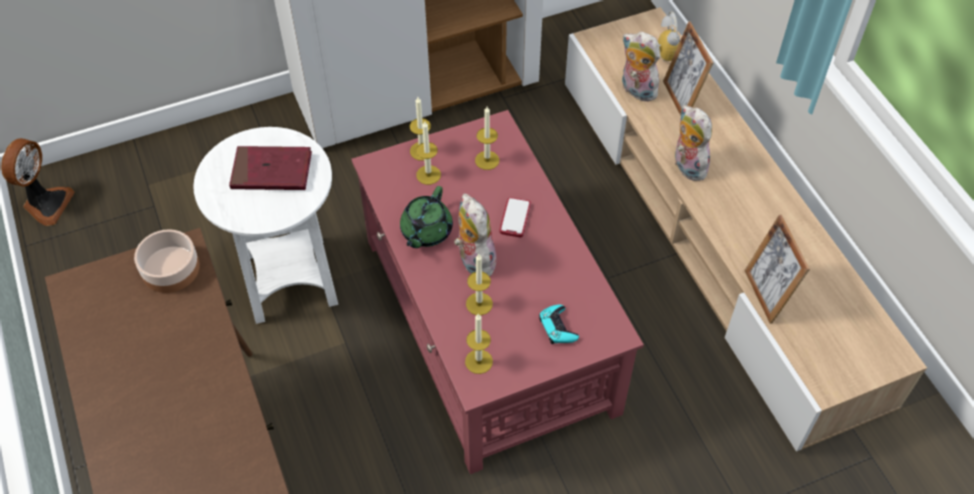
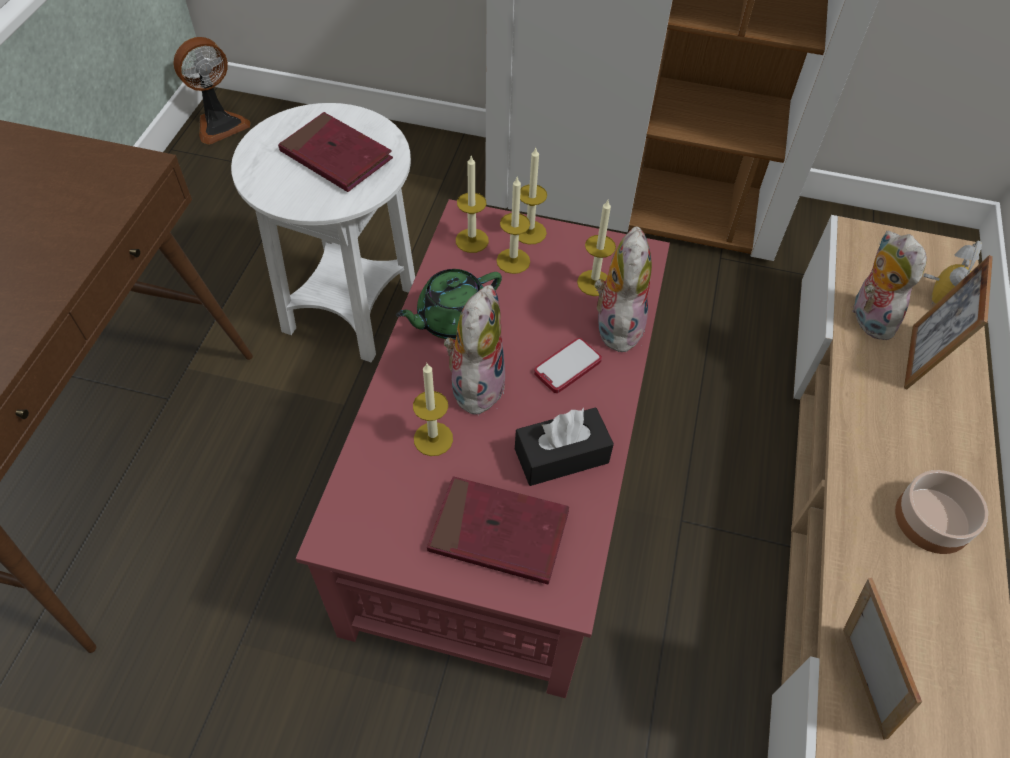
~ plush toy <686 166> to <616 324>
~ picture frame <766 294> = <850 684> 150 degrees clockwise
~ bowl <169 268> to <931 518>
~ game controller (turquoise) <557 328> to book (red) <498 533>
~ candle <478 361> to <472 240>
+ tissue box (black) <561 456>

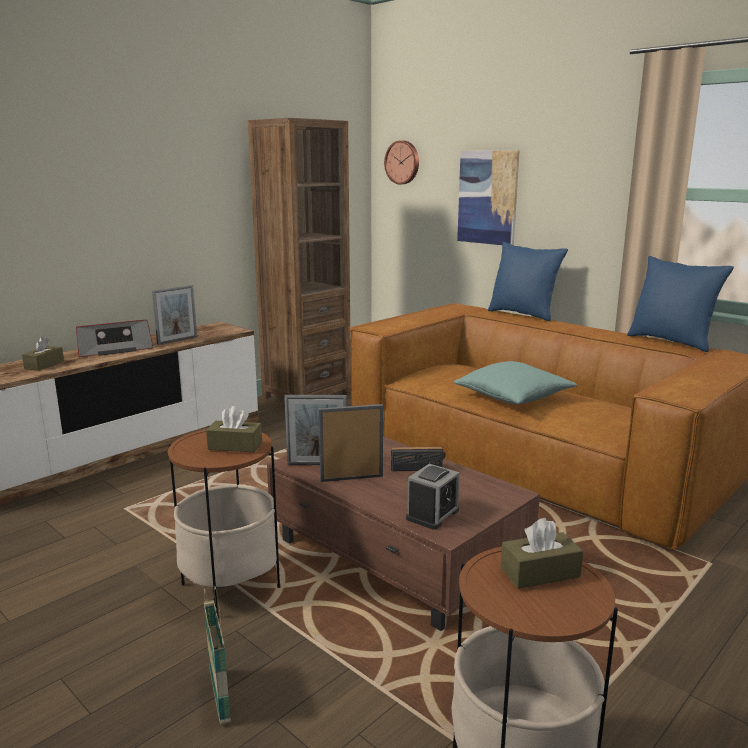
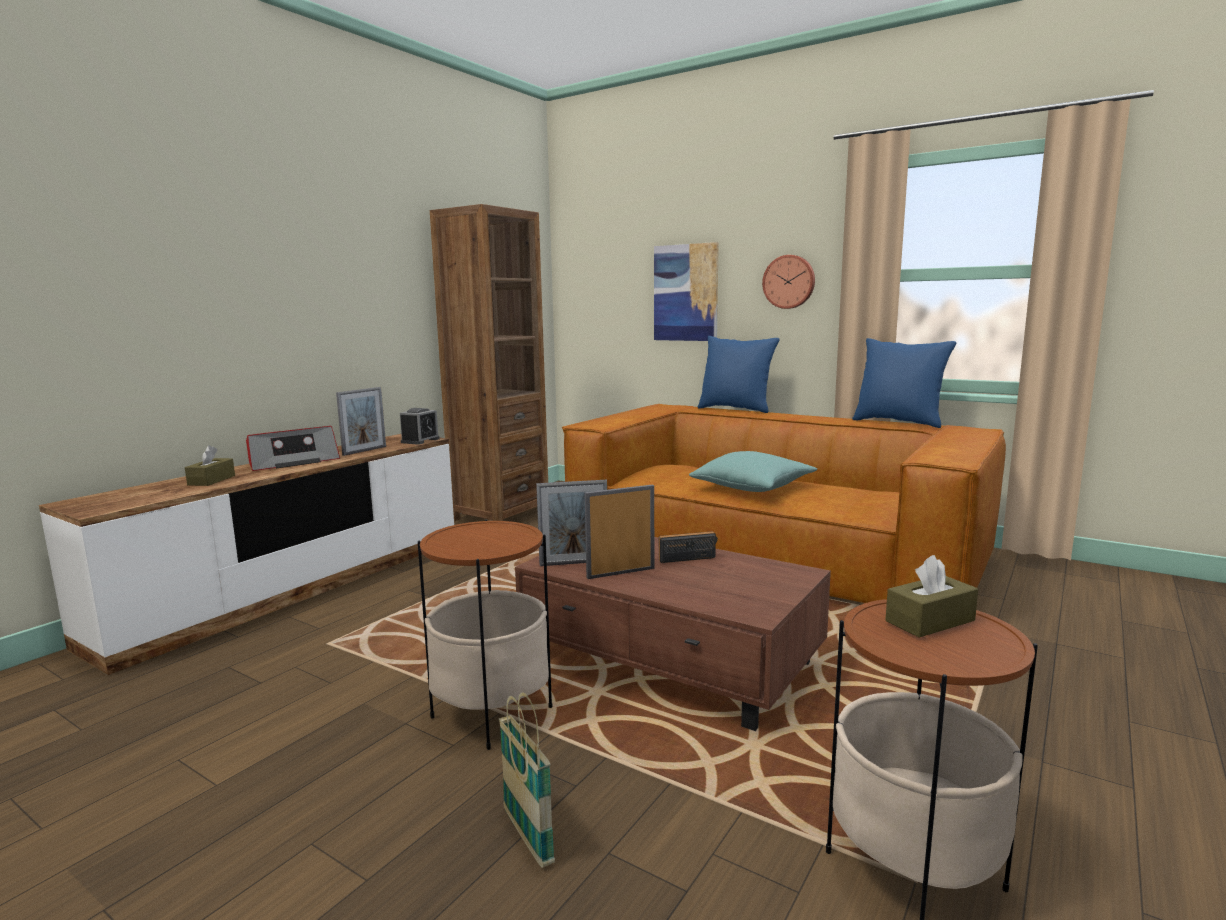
~ wall clock <403 162> to <789 282>
- tissue box (brown) <235 446>
~ alarm clock <432 514> to <420 440>

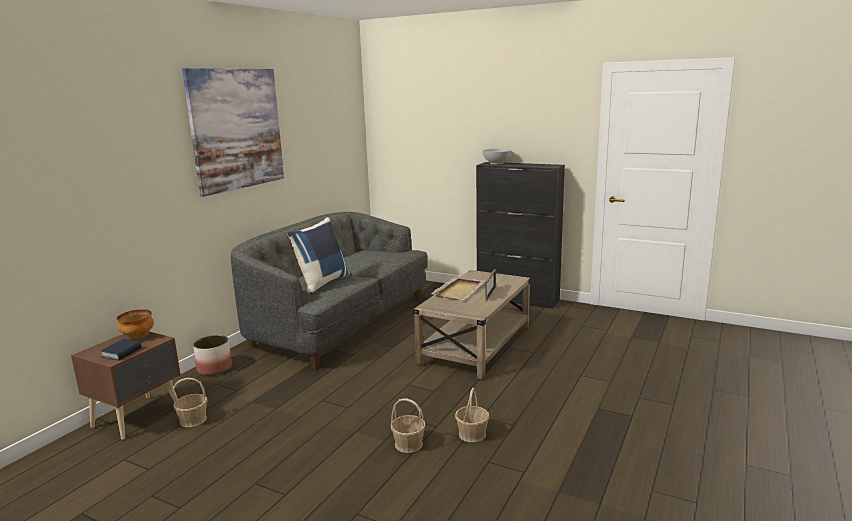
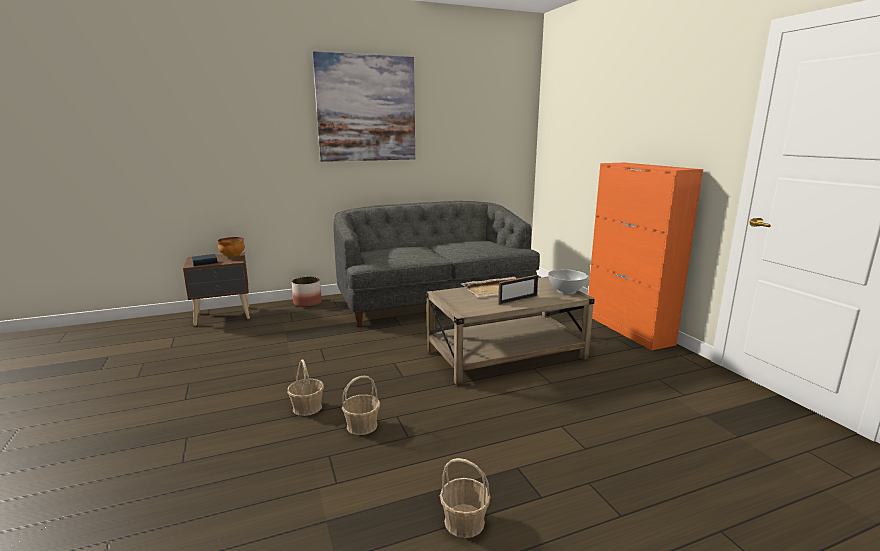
~ bowl (white) <496 163> to <566 291>
~ cabinet (black) <518 299> to cabinet (orange) <628 329>
- pillow (blue) <322 283>
~ basket <193 420> to <464 522>

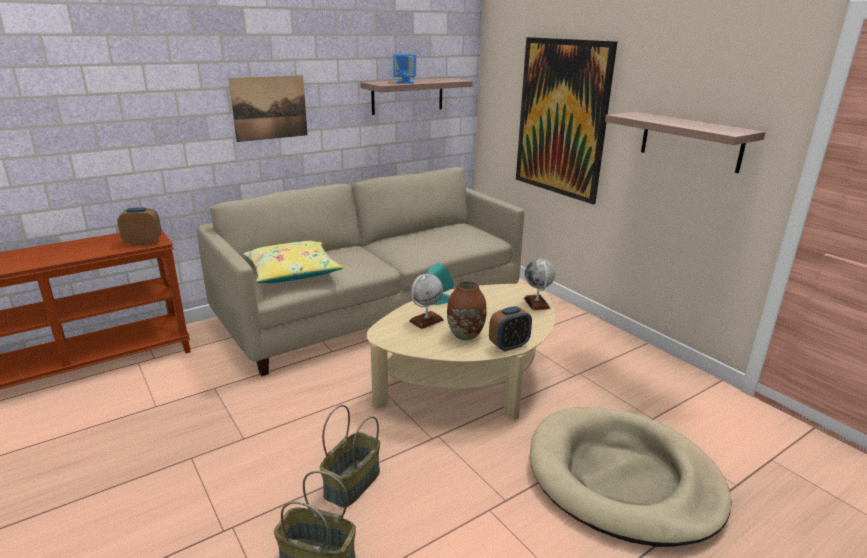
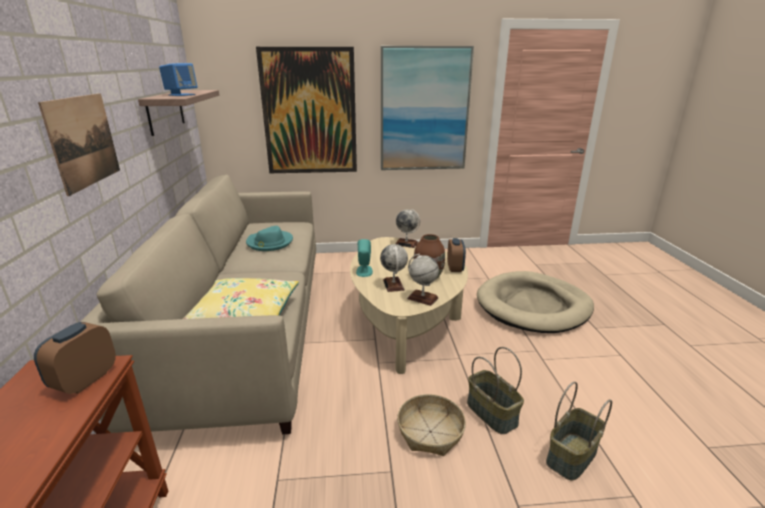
~ shelf <690 141> to picture <424 110>
+ hat (turquoise) <269 243>
+ globe <422 298>
+ basket <430 431>

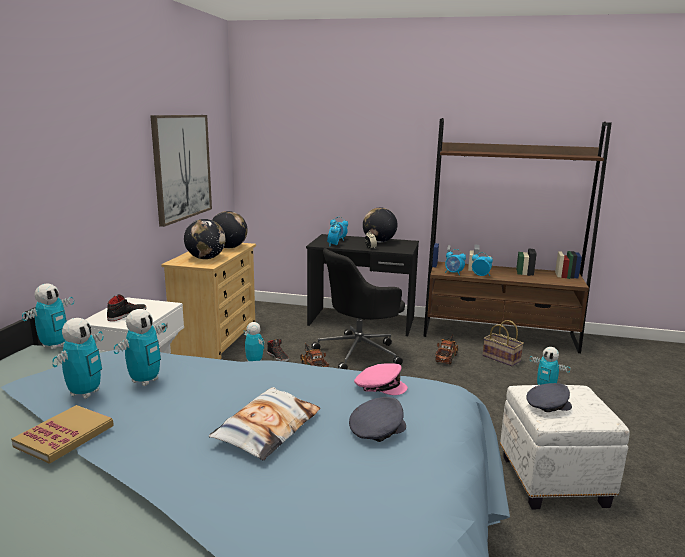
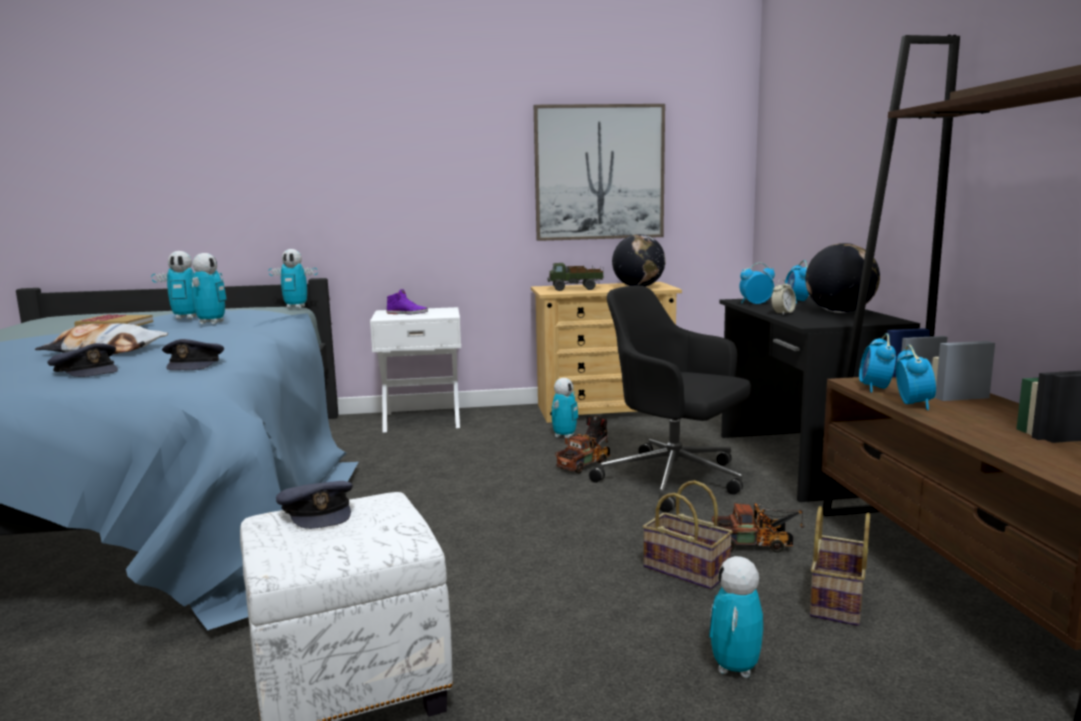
~ globe <206 258> to toy truck <575 289>
~ shoe (black) <127 315> to shoe (purple) <407 313>
~ toy robot <145 381> = <211 322> 90 degrees counterclockwise
~ cap (pink) <379 386> to cap (grey) <195 364>
+ basket <688 570>

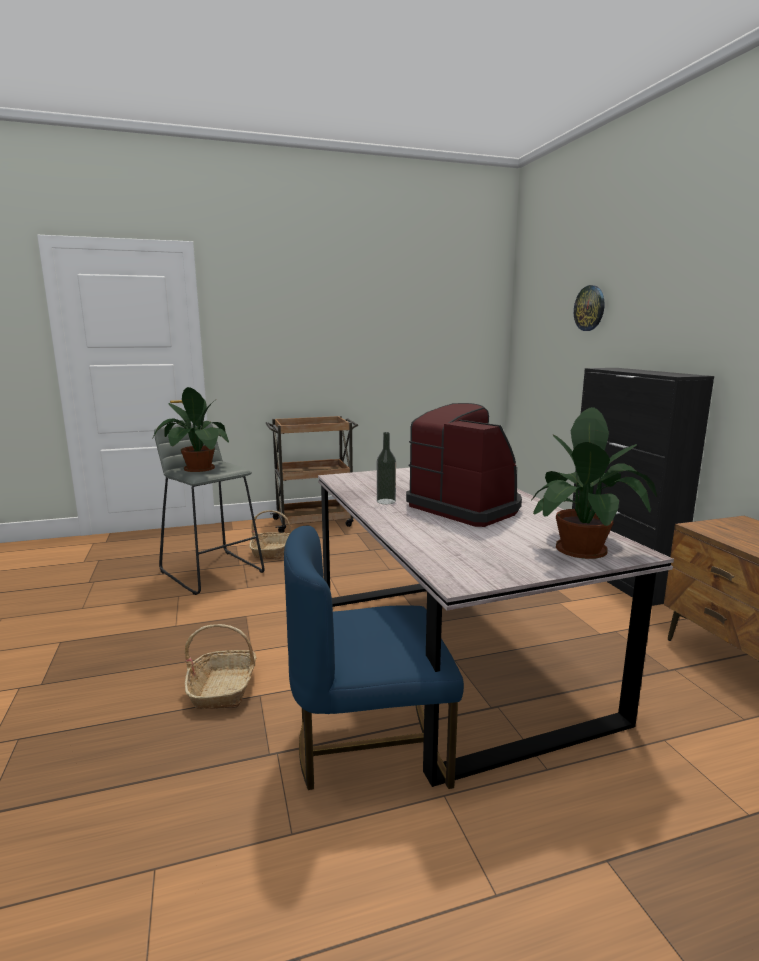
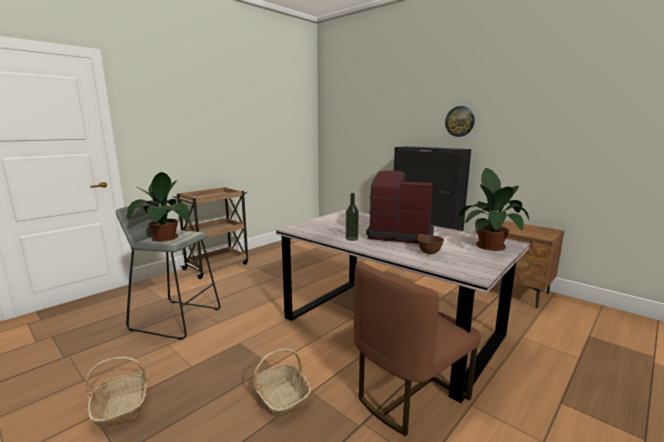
~ wall clock <589 308> to <460 121>
~ basket <273 551> to <122 406>
~ chair (blue) <370 746> to chair (brown) <408 395>
+ bowl (brown) <428 252>

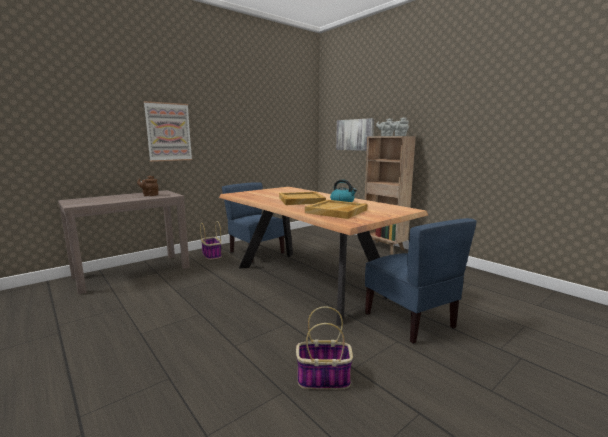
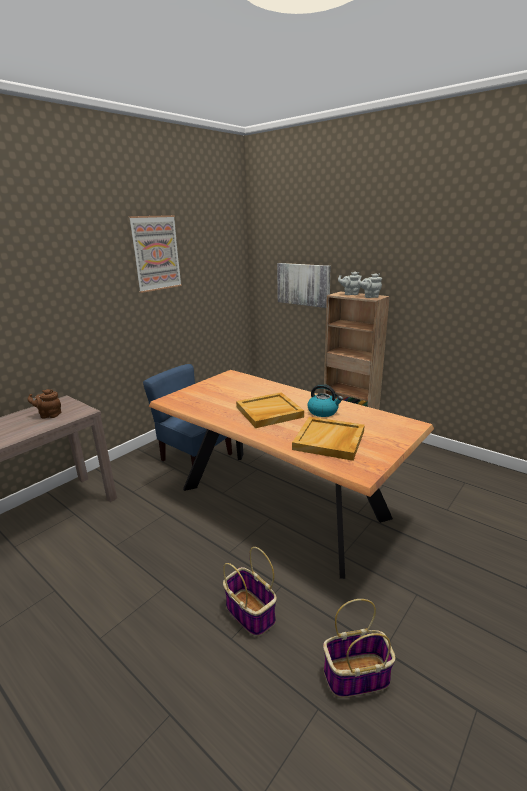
~ picture <168 132> to <156 253>
- chair (blue) <410 320>
~ basket <211 255> to <249 612>

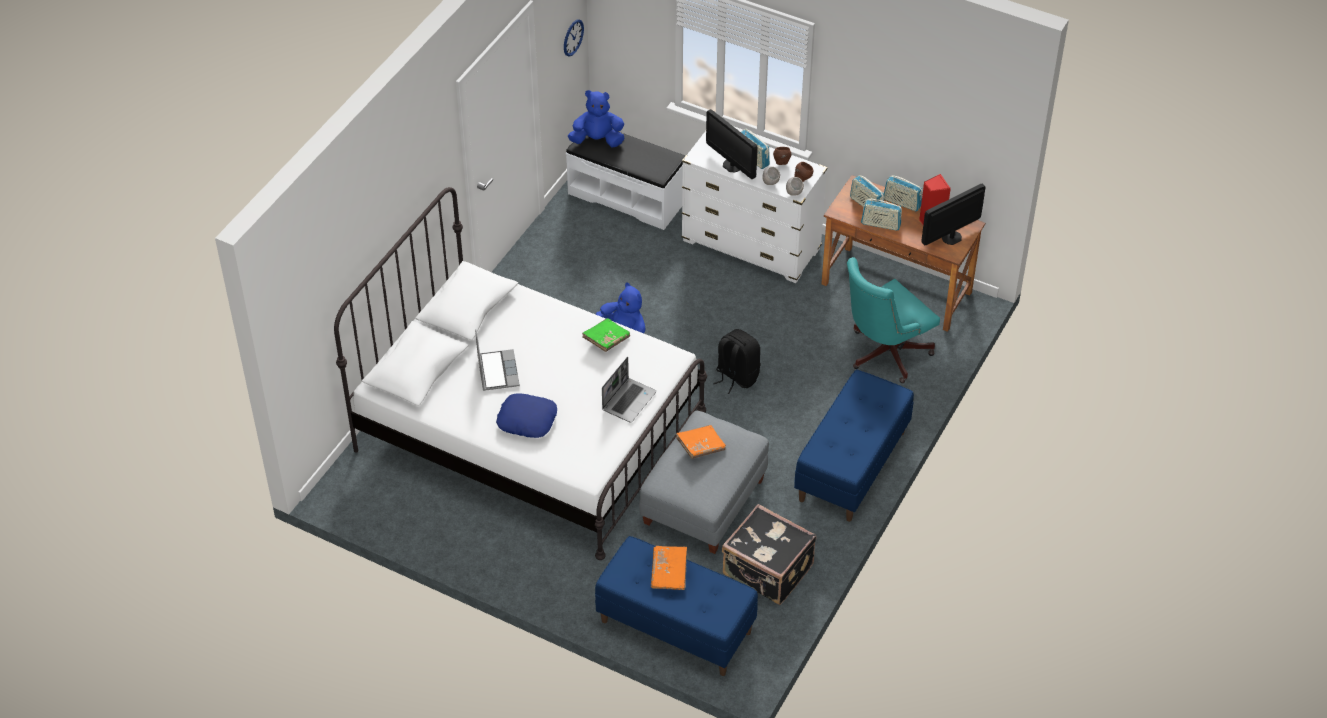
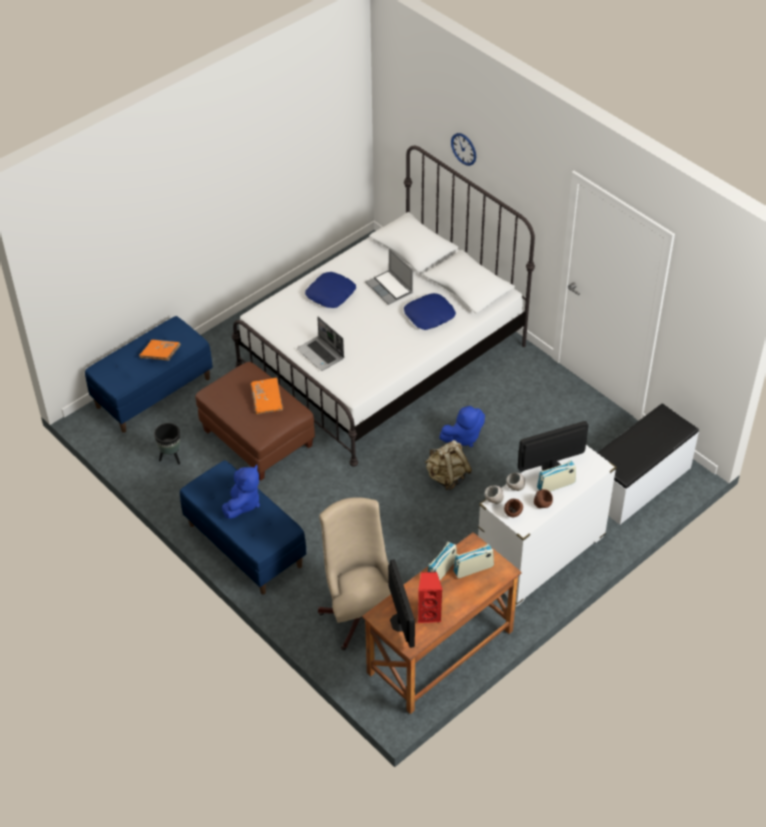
~ wall clock <573 37> to <464 149>
~ plush toy (blue) <597 140> to <243 503>
- radio <902 203>
~ office chair (turquoise) <884 354> to office chair (beige) <360 612>
- book (green) <606 340>
- backpack (black) <736 377>
~ laptop <497 371> = <390 288> 45 degrees clockwise
~ ottoman (grey) <703 503> to ottoman (brown) <258 439>
~ suitcase (black) <767 571> to planter (black) <171 458>
+ pillow (blue) <429 316>
+ backpack (beige) <447 477>

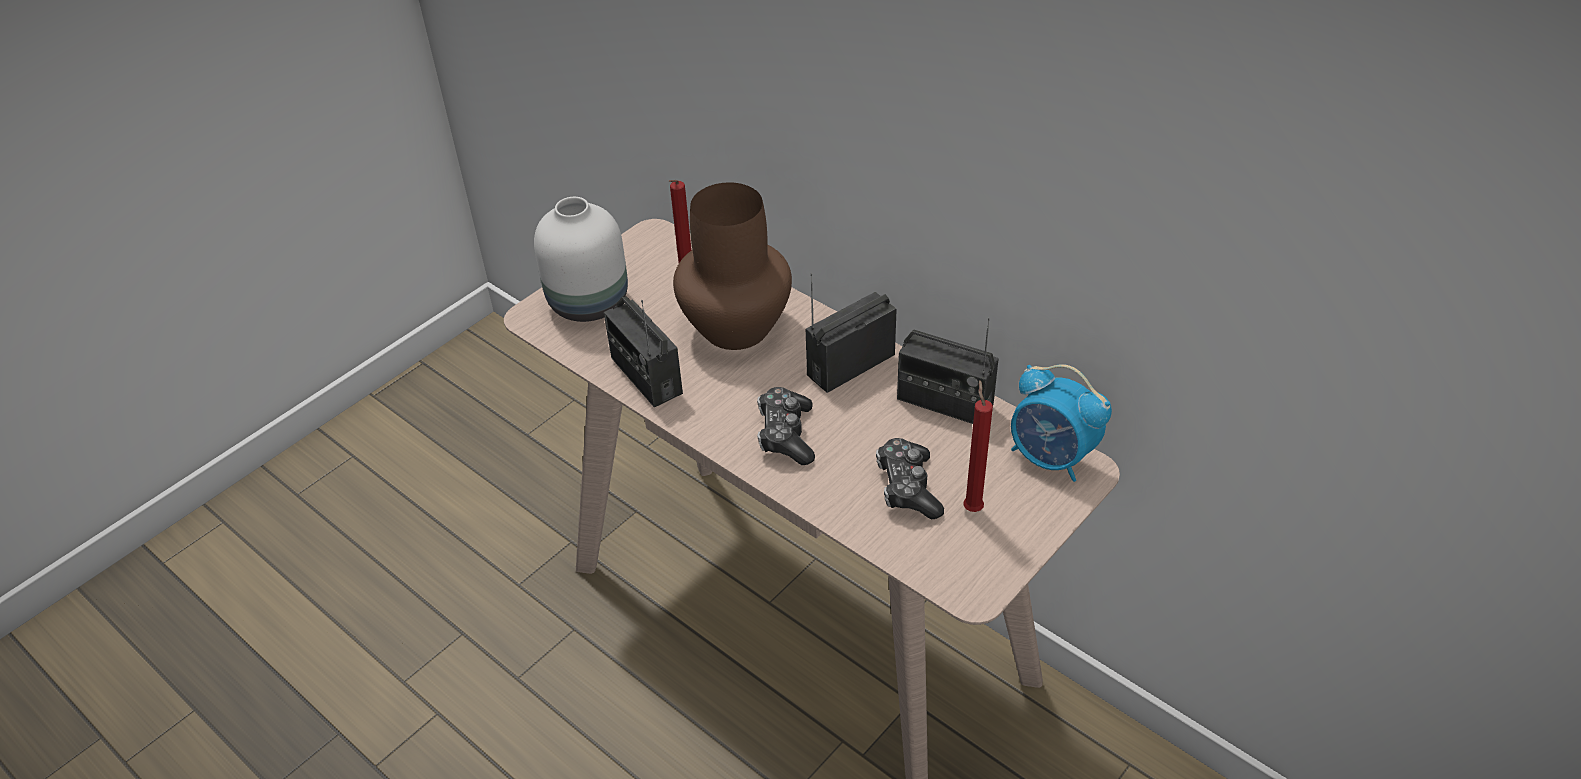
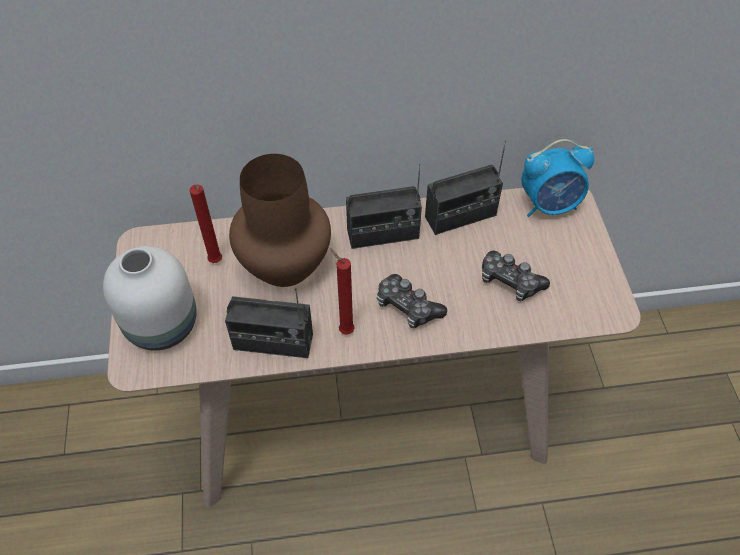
~ radio <850 364> = <383 234> 105 degrees counterclockwise
~ candle (red) <972 507> to <344 330>

